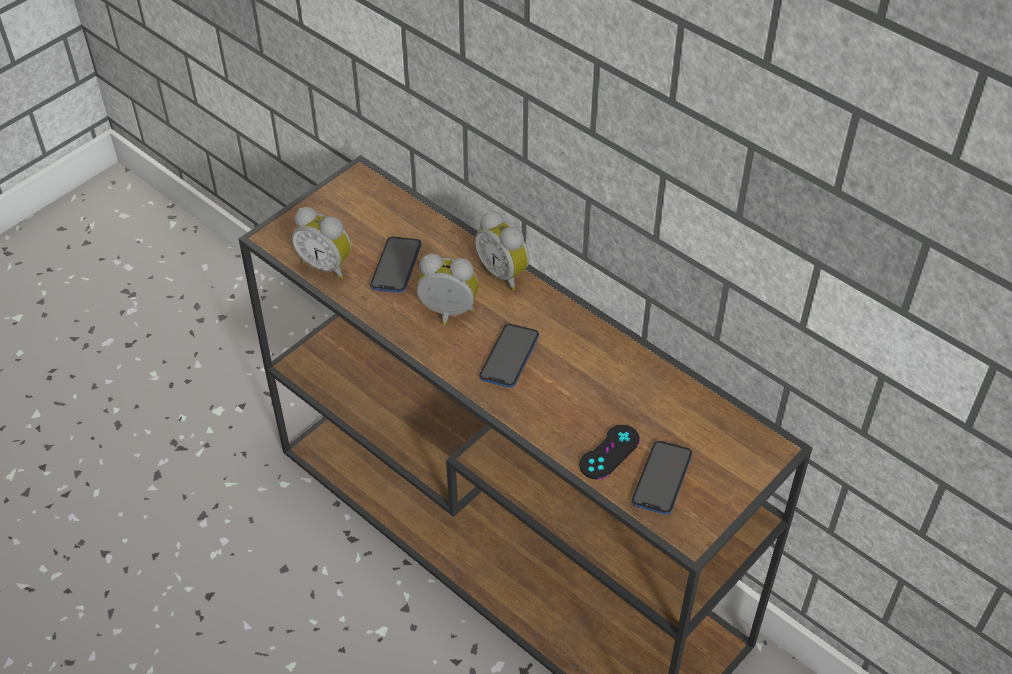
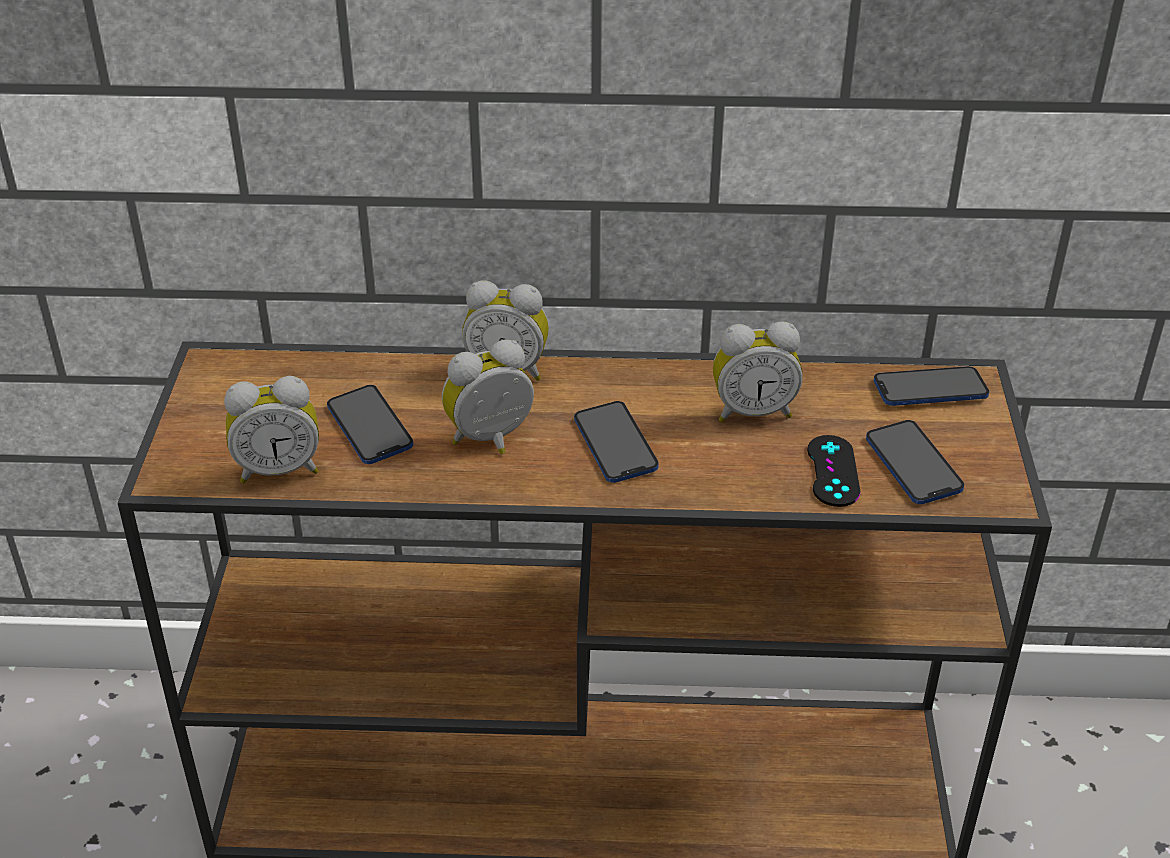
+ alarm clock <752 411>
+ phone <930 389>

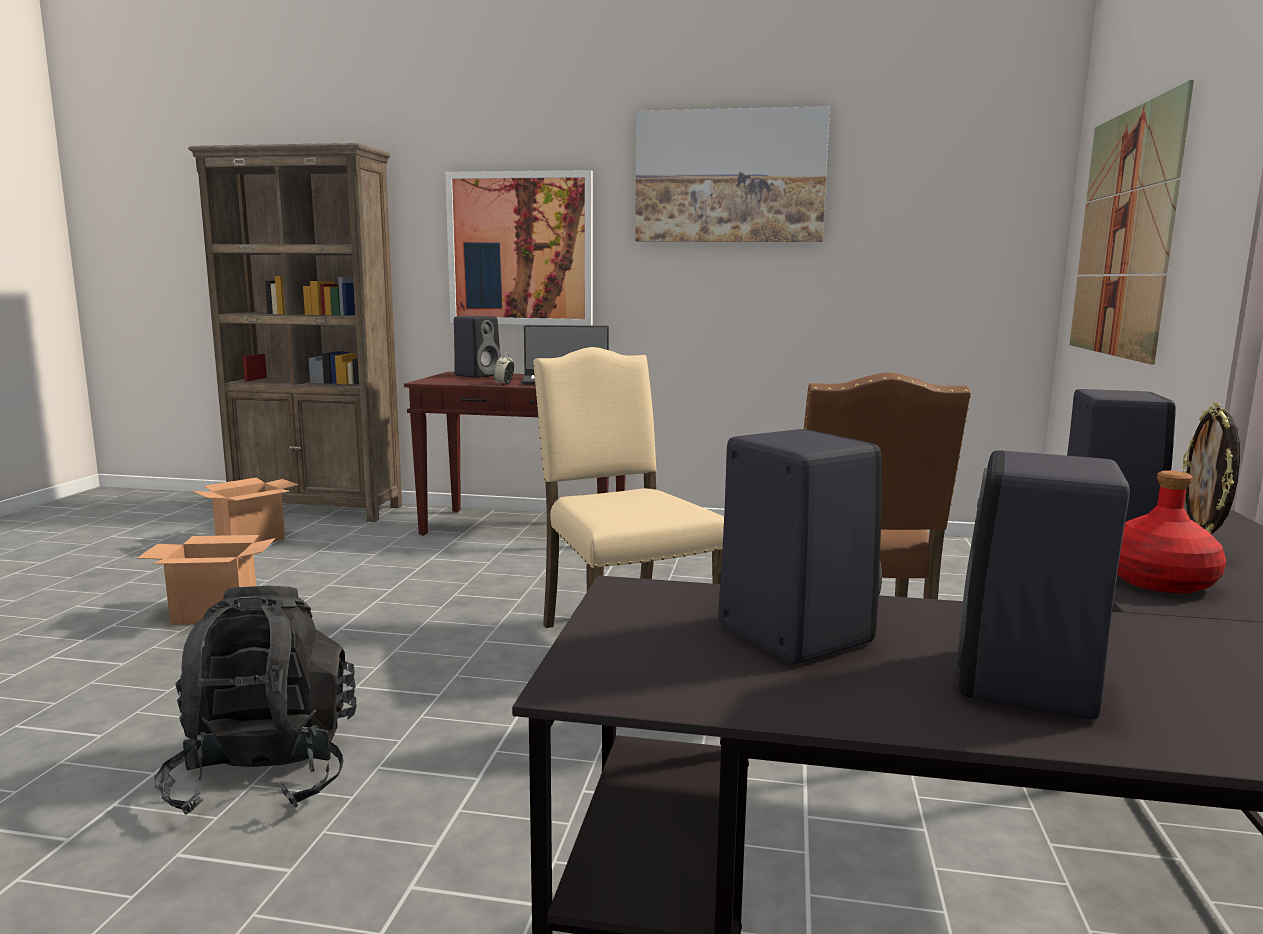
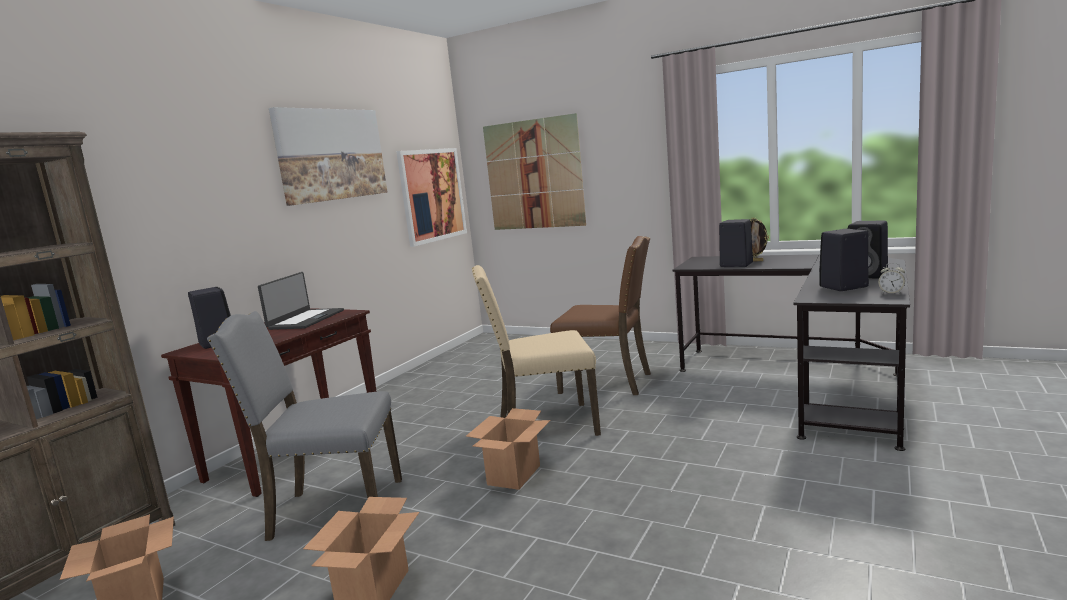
~ picture <520 249> to <432 195>
~ alarm clock <504 383> to <891 293>
- bottle (red) <1160 581>
- backpack (black) <266 774>
+ chair (grey) <333 510>
+ cardboard box <514 475>

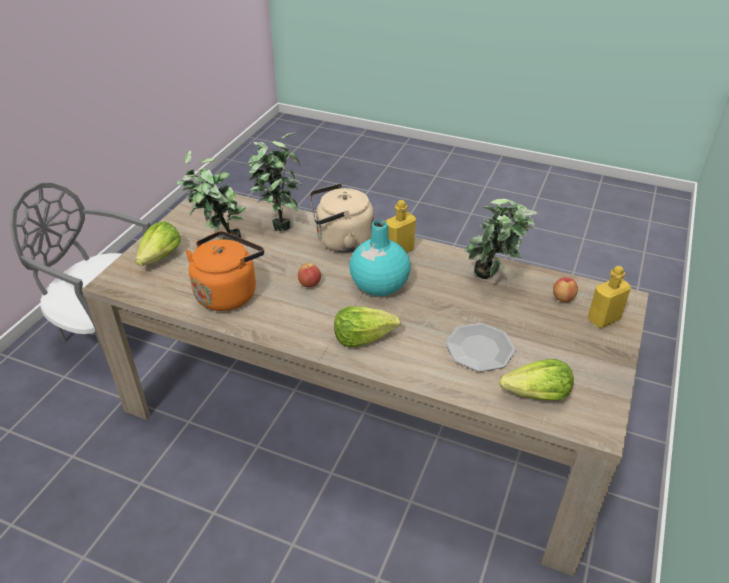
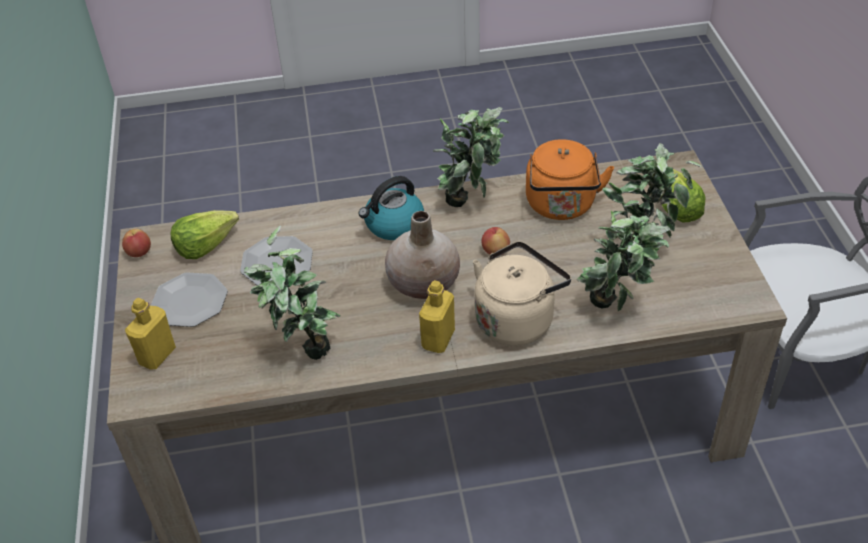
~ vase (turquoise) <379 285> to vase (beige) <424 283>
~ apple <563 298> to <139 252>
~ lettuce <363 337> to kettle <393 225>
+ potted plant <471 201>
+ plate <189 301>

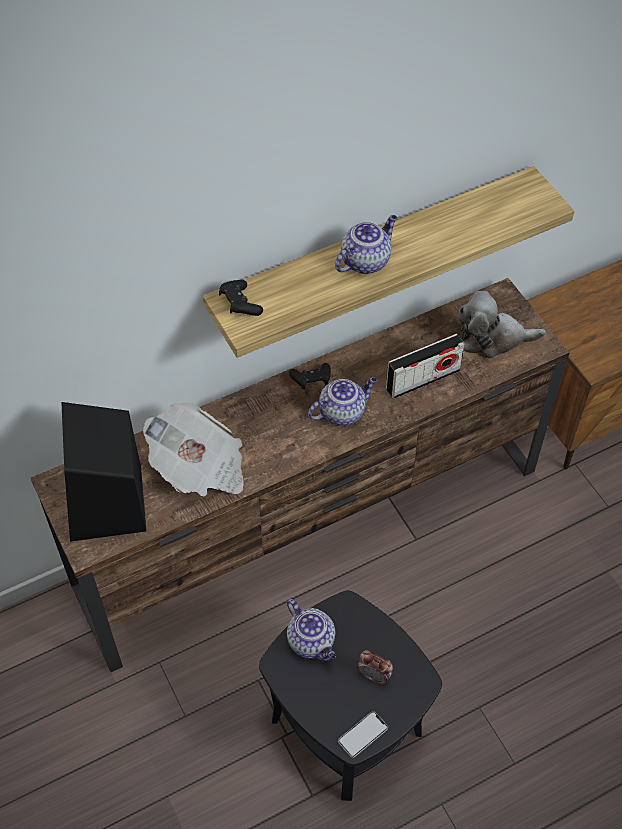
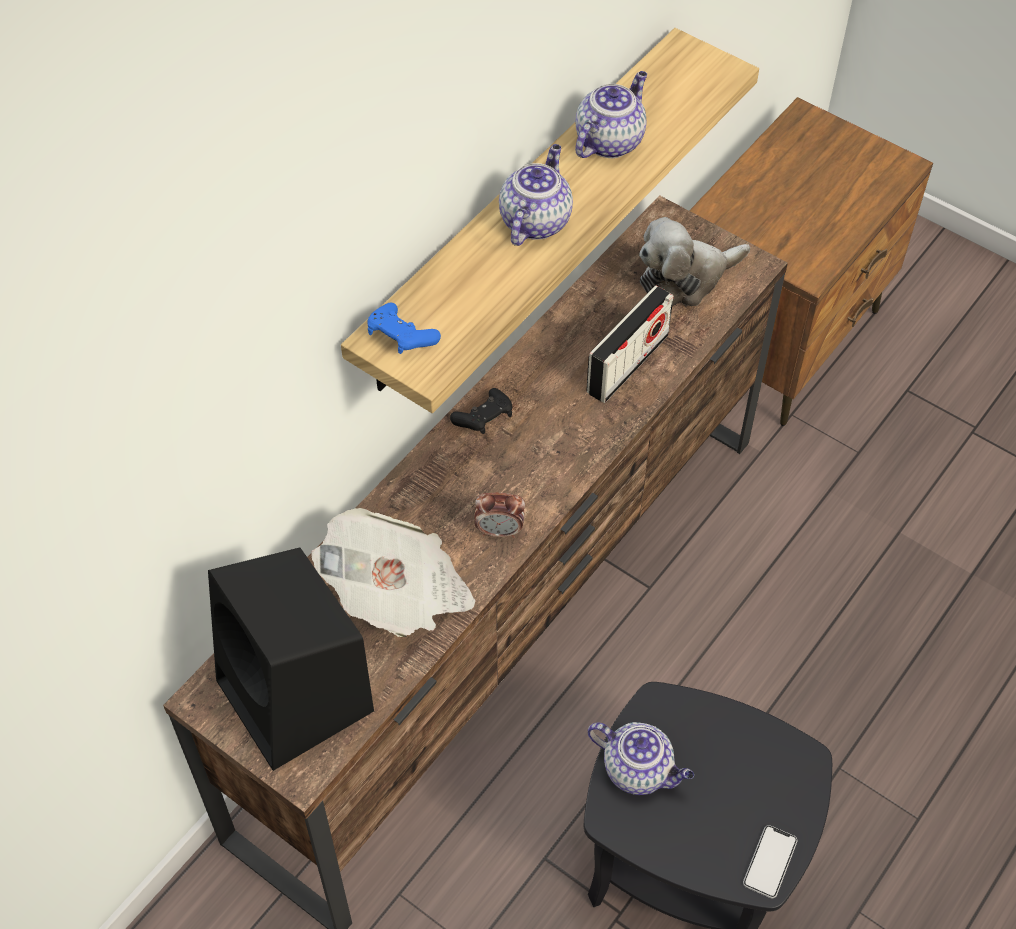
~ game controller (black) <240 304> to game controller (blue) <401 338>
~ teapot <342 412> to <609 140>
~ alarm clock <374 675> to <499 531>

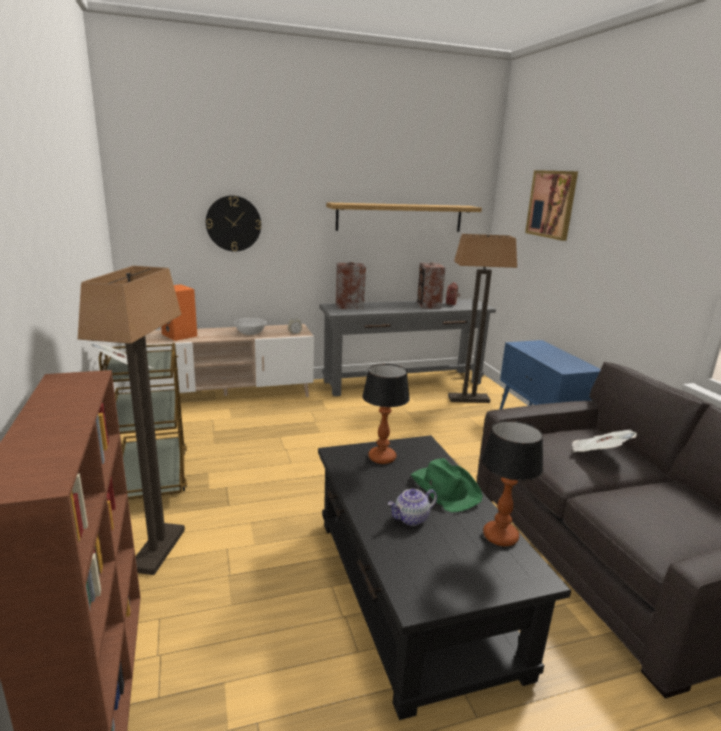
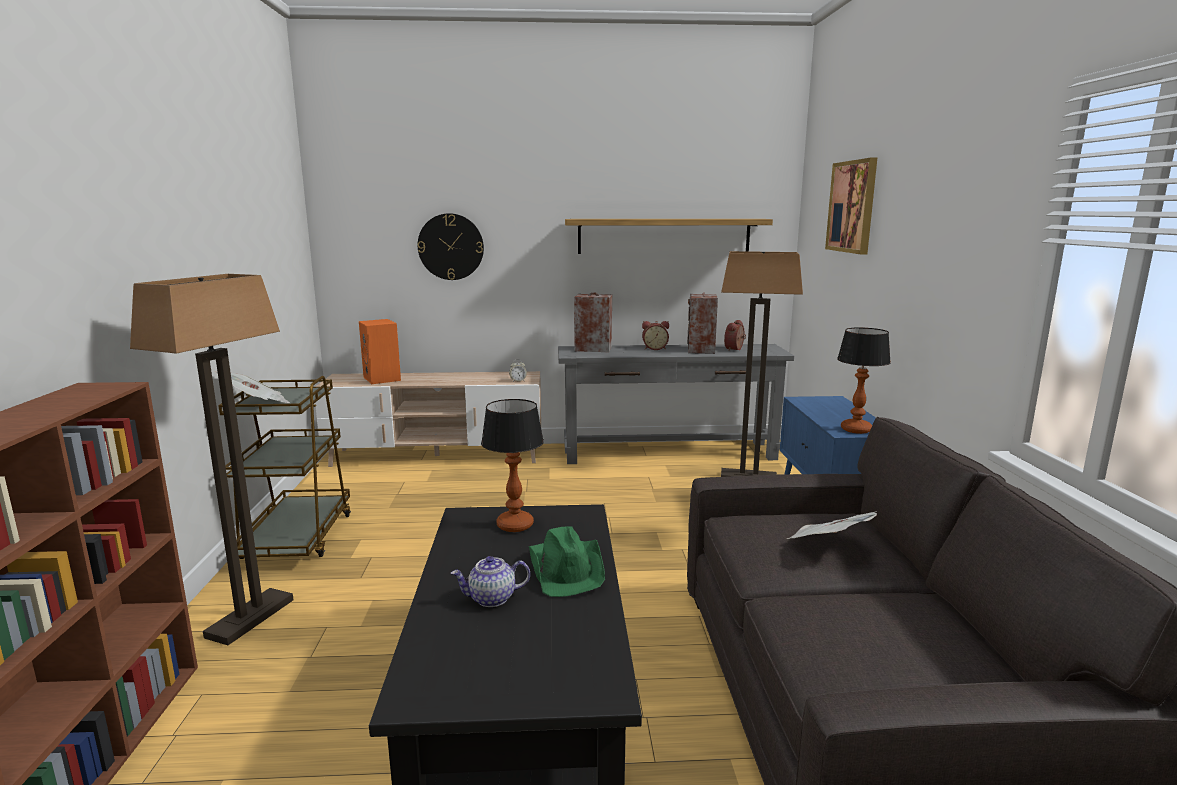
- bowl (white) <250 333>
~ table lamp <501 537> to <856 430>
+ alarm clock <654 348>

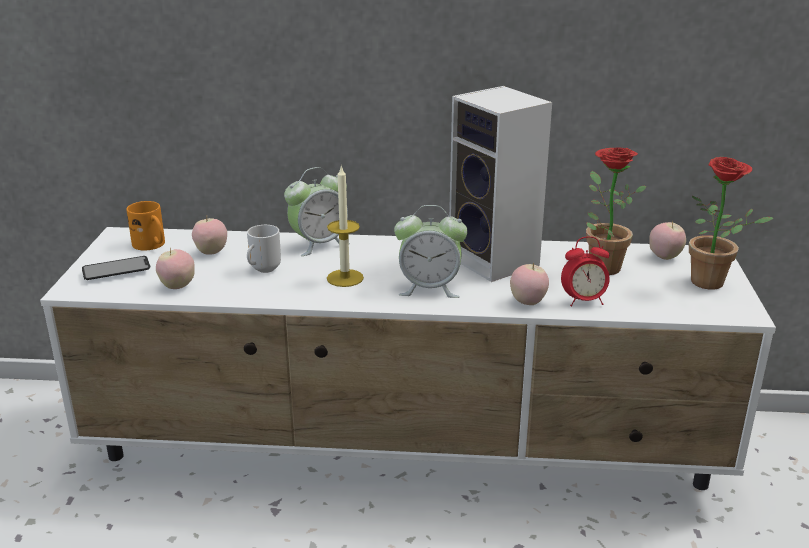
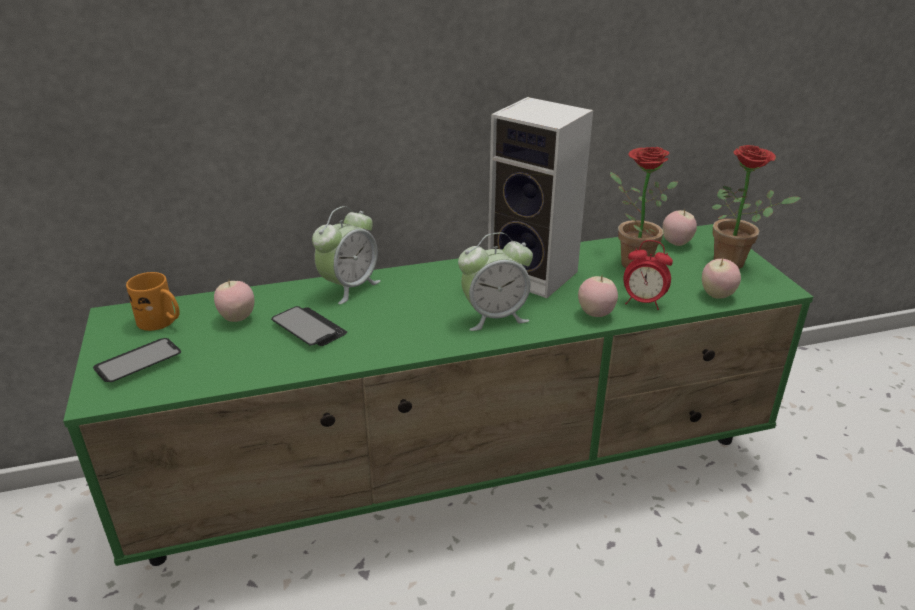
- candle <345 278>
~ mug <263 269> to phone <309 328>
~ tv stand (white) <408 449> to tv stand (green) <460 470>
~ alarm clock <583 301> = <643 302> 45 degrees clockwise
~ apple <178 286> to <717 295>

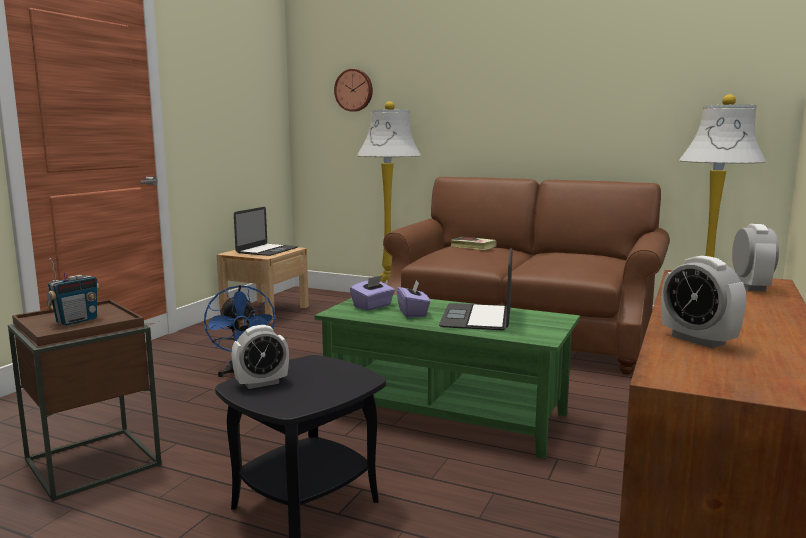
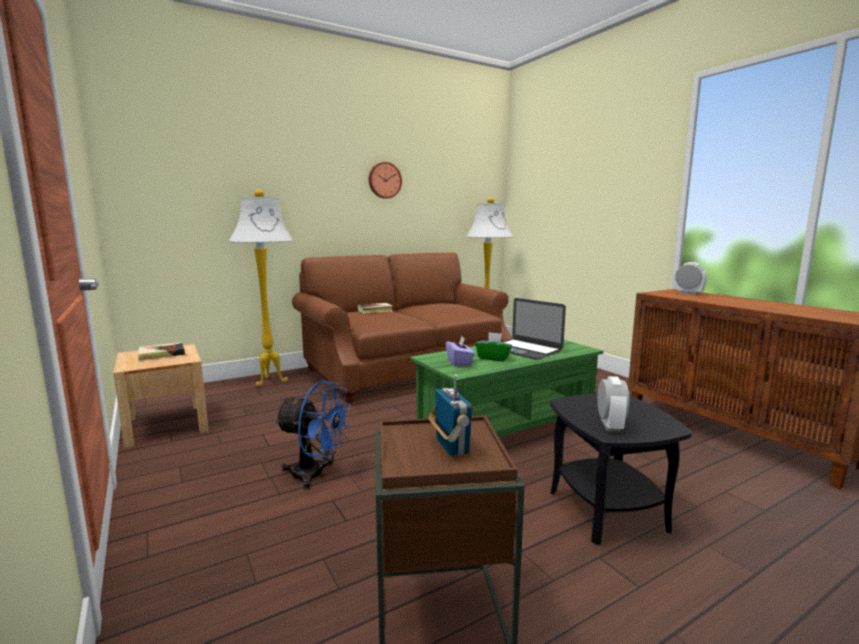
~ wall clock <354 90> to <384 180>
~ laptop <267 250> to book <161 354>
- alarm clock <698 340>
~ tissue box (purple) <413 313> to tissue box (green) <493 358>

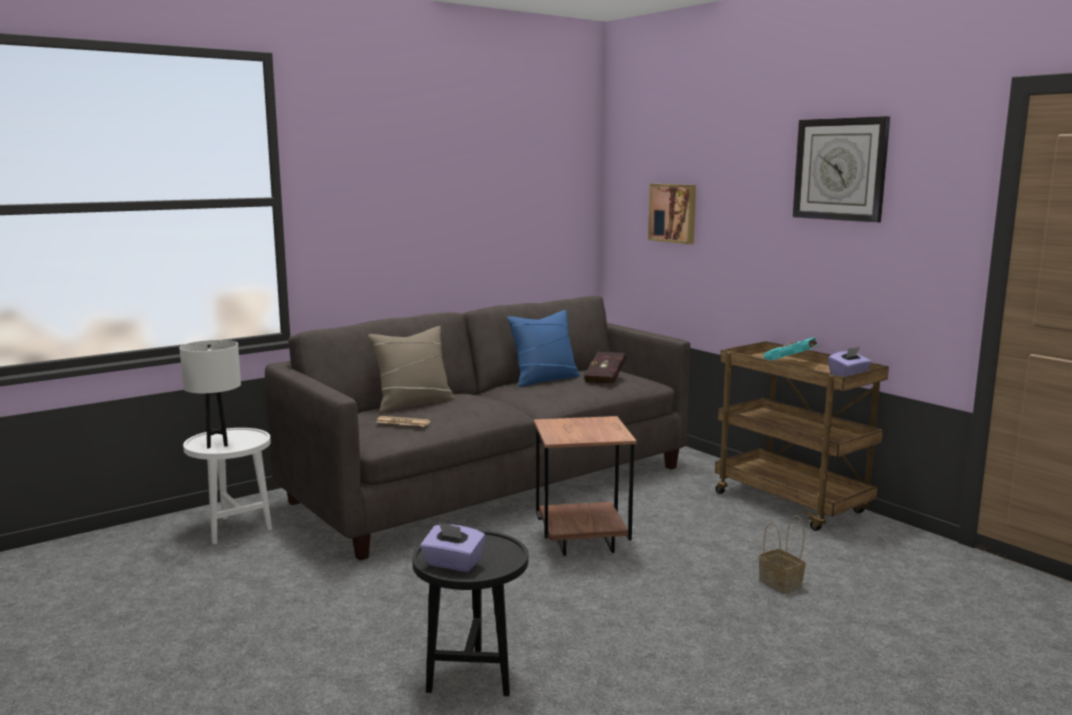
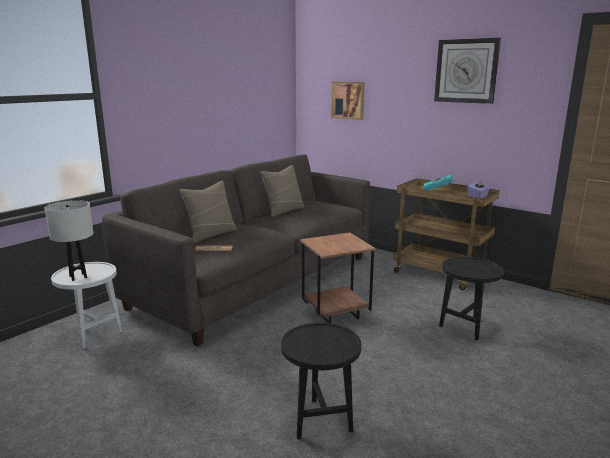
~ pillow (blue) <544 379> to pillow (beige) <283 210>
- book (red) <606 379>
~ basket <782 584> to side table (black) <465 326>
- tissue box (purple) <453 563>

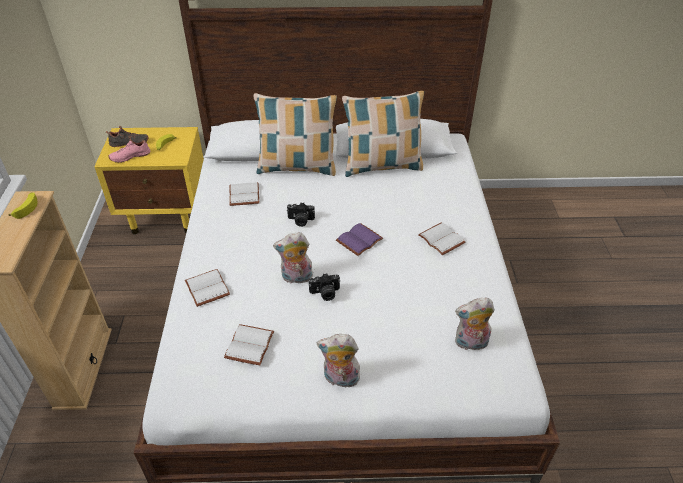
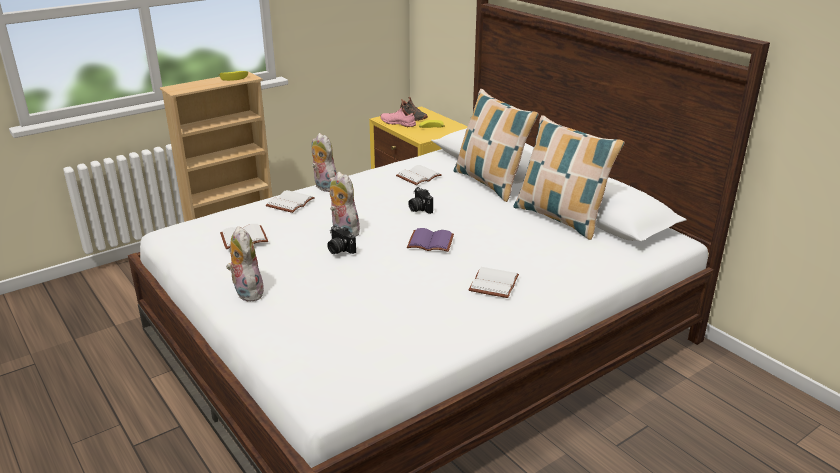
~ plush toy <470 344> to <324 187>

